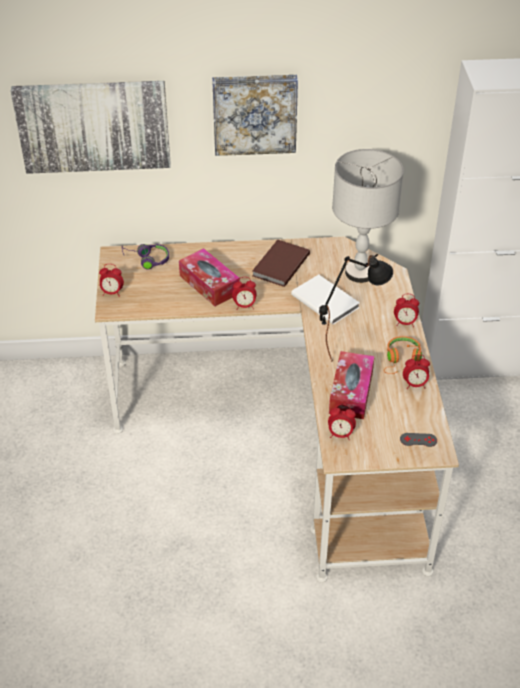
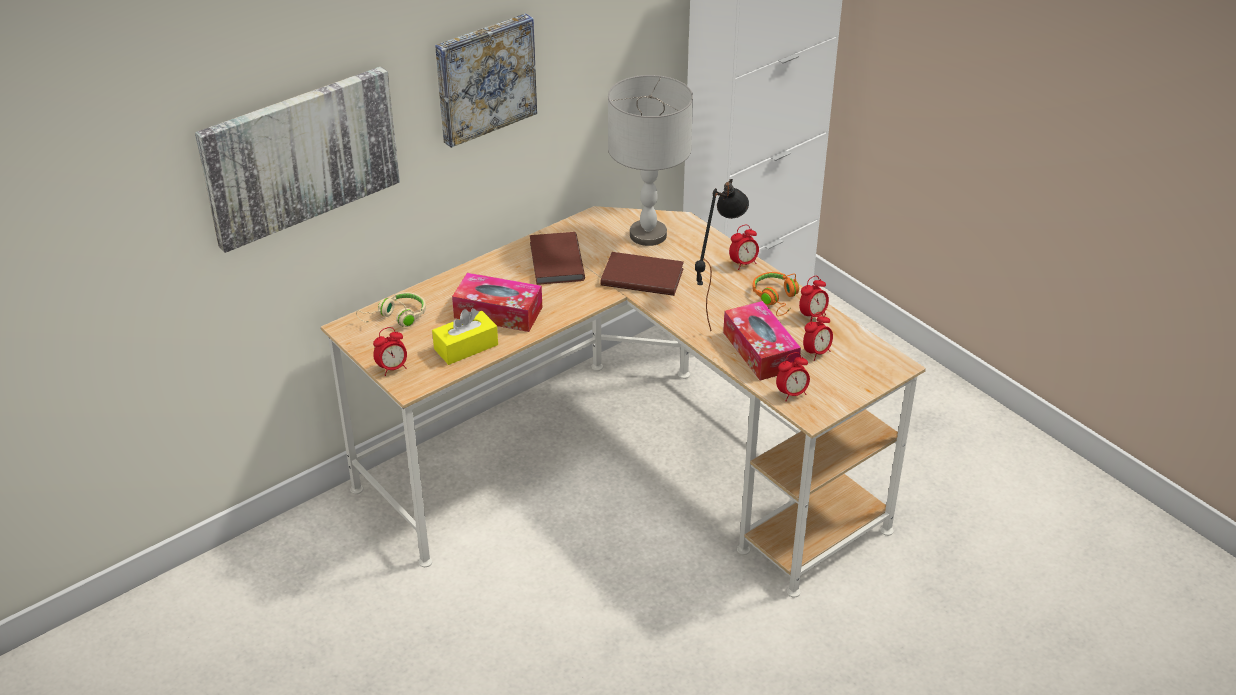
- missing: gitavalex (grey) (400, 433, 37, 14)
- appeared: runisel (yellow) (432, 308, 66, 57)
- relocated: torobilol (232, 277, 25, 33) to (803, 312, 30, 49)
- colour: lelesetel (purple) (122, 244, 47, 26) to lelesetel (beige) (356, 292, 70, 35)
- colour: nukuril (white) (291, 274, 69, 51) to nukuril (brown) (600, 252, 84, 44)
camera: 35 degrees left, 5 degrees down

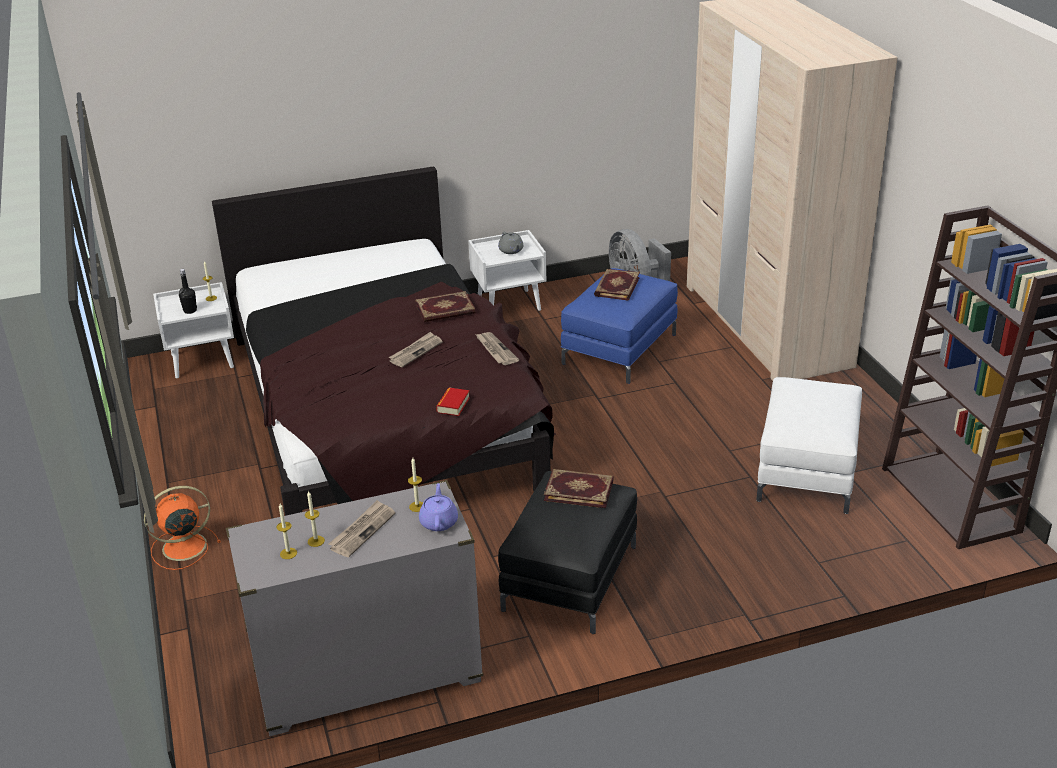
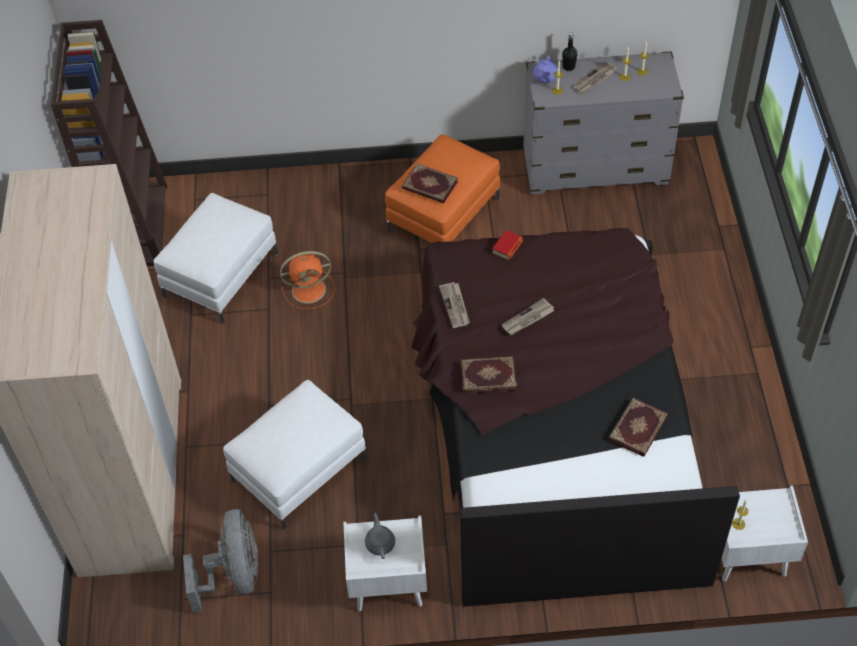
- relocated: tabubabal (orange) (144, 486, 77, 84) to (280, 251, 55, 58)
- relocated: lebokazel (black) (179, 269, 18, 45) to (562, 32, 15, 39)
- relocated: nukuril (594, 269, 46, 32) to (609, 397, 59, 60)
- colour: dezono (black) (498, 471, 139, 163) to dezono (orange) (385, 134, 115, 108)
- colour: dezono (blue) (561, 268, 117, 116) to dezono (white) (223, 380, 143, 150)
camera: 165 degrees left, 20 degrees up

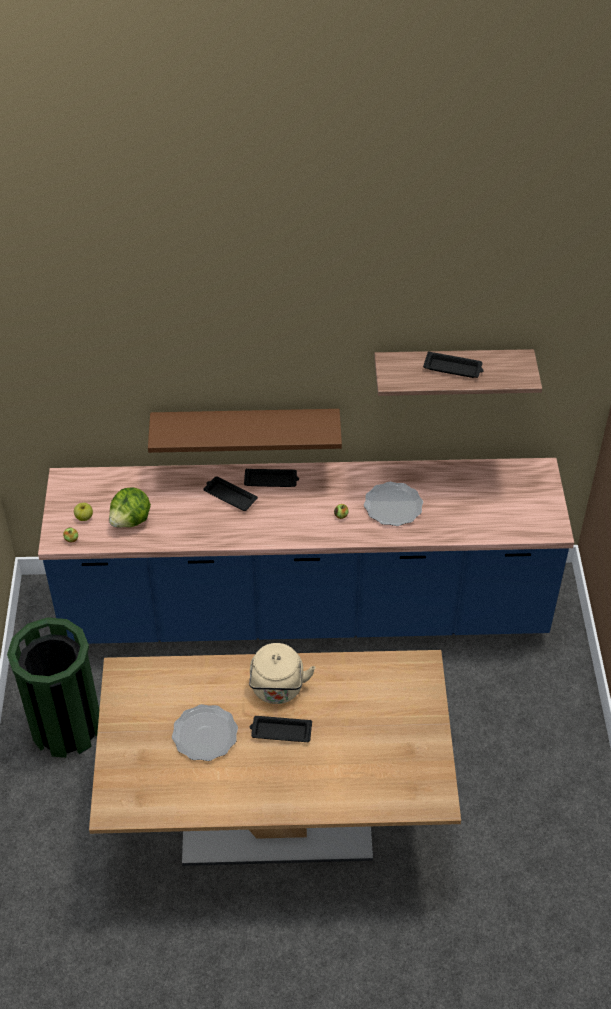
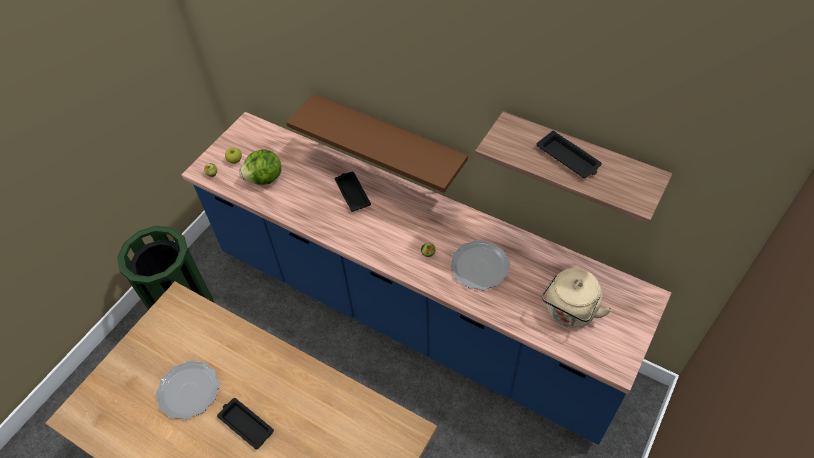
- missing: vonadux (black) (244, 468, 55, 19)
- relocated: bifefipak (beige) (249, 643, 66, 61) to (542, 268, 70, 60)
camera: 35 degrees right, 5 degrees up

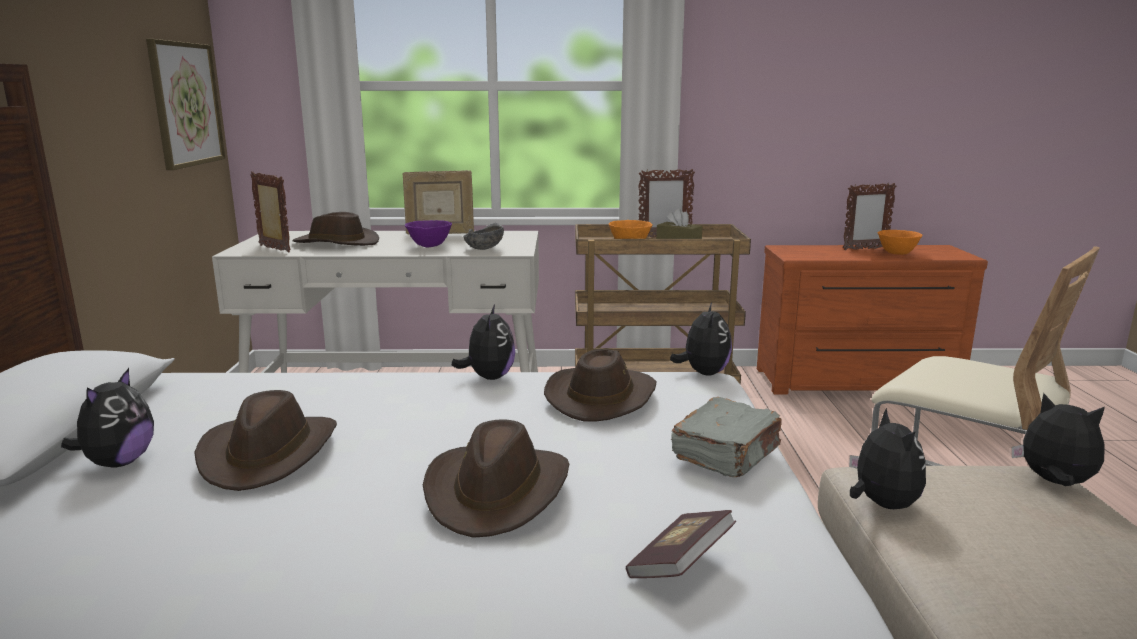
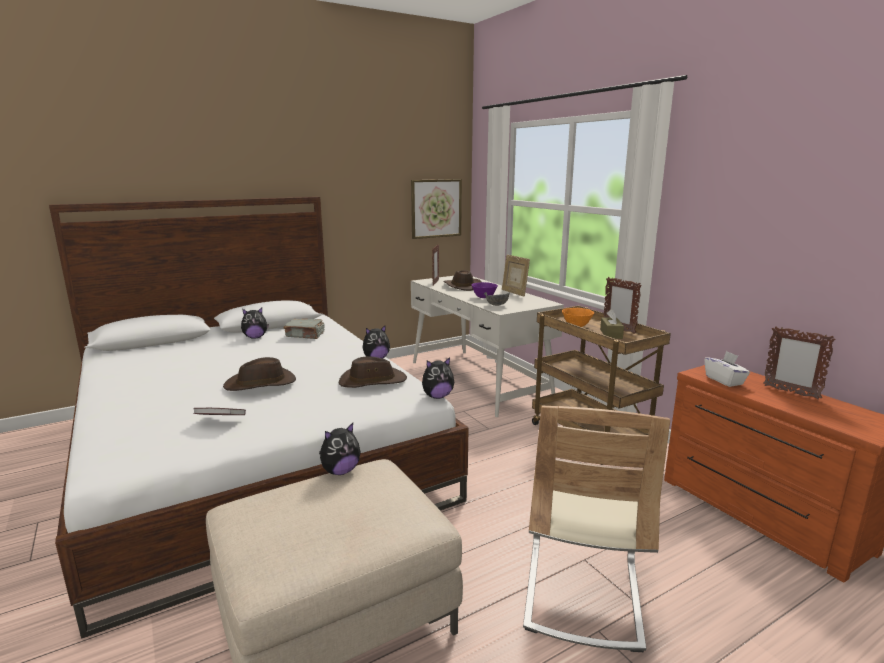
- missing: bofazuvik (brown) (194, 390, 143, 101)
- missing: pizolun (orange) (878, 230, 44, 25)
- missing: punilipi (1012, 393, 93, 93)
- appeared: runisel (white) (705, 351, 45, 36)
- relocated: nukuril (grey) (671, 397, 110, 80) to (283, 319, 42, 20)
camera: 60 degrees right, 0 degrees up

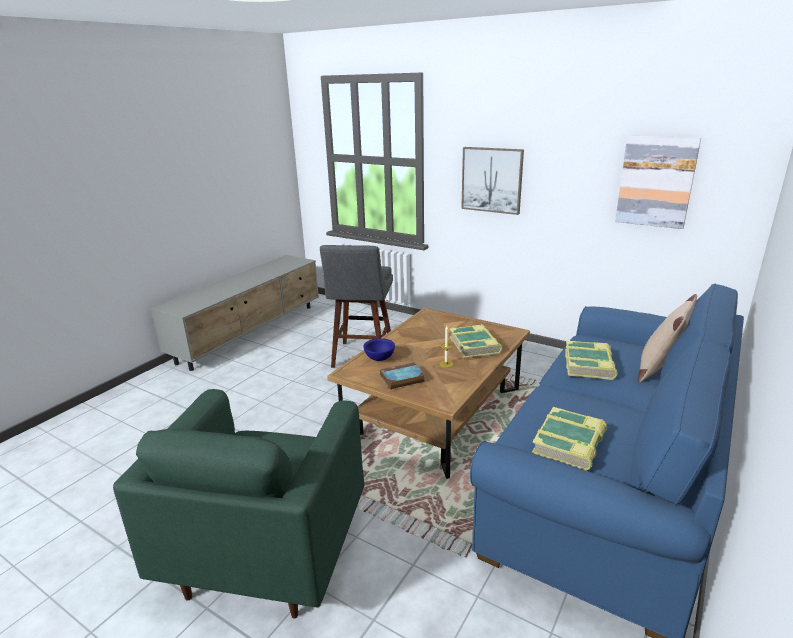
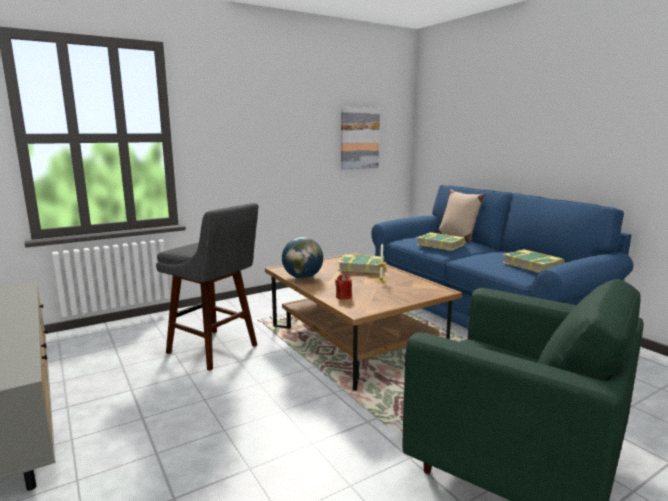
- missing: nukuril (380, 362, 45, 28)
- missing: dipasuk (461, 147, 63, 68)
- appeared: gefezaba (282, 237, 41, 42)
- exchanged: pizolun (blue) (363, 338, 32, 23) to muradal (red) (335, 275, 17, 25)
camera: 65 degrees left, 10 degrees down

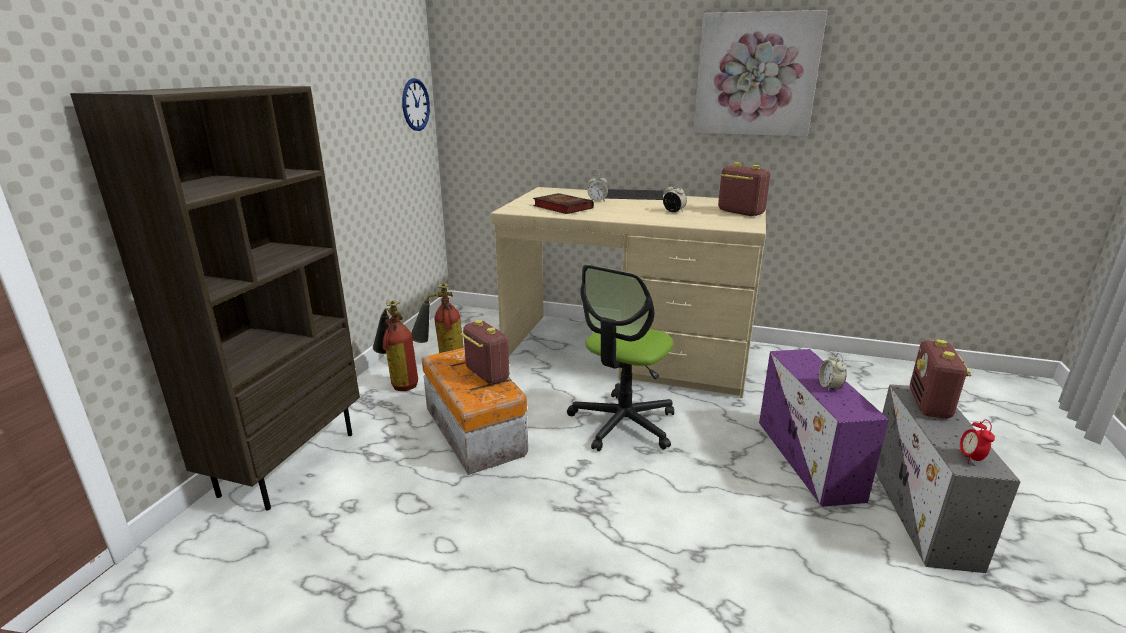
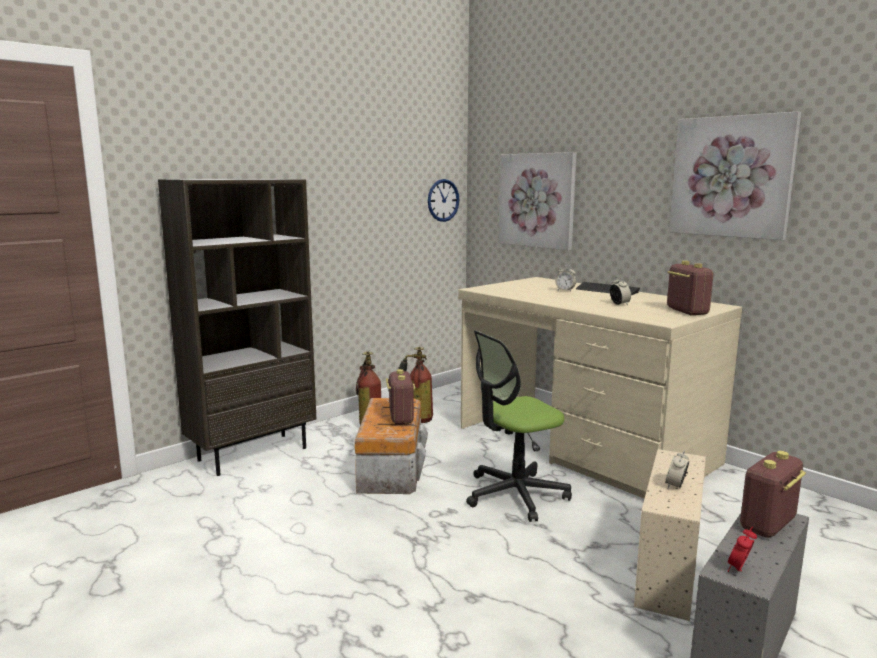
- missing: nukuril (533, 193, 61, 21)
- appeared: dipasuk (498, 152, 78, 98)
- colour: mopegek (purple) (759, 349, 130, 158) to mopegek (beige) (634, 449, 72, 172)
camera: 30 degrees right, 10 degrees down

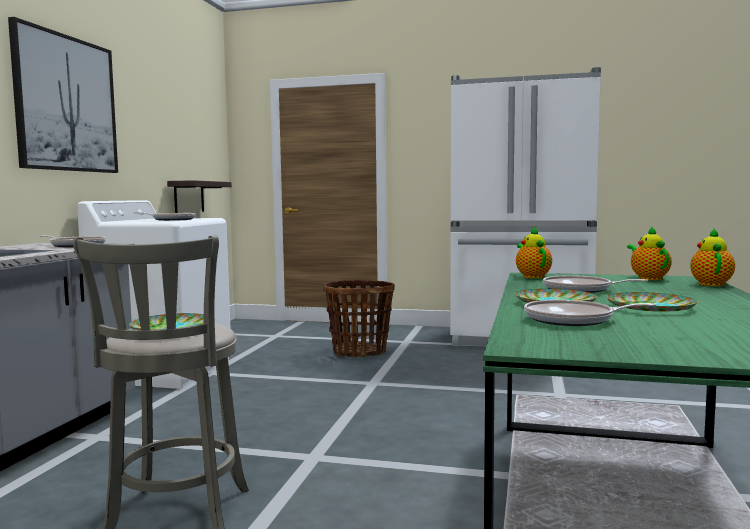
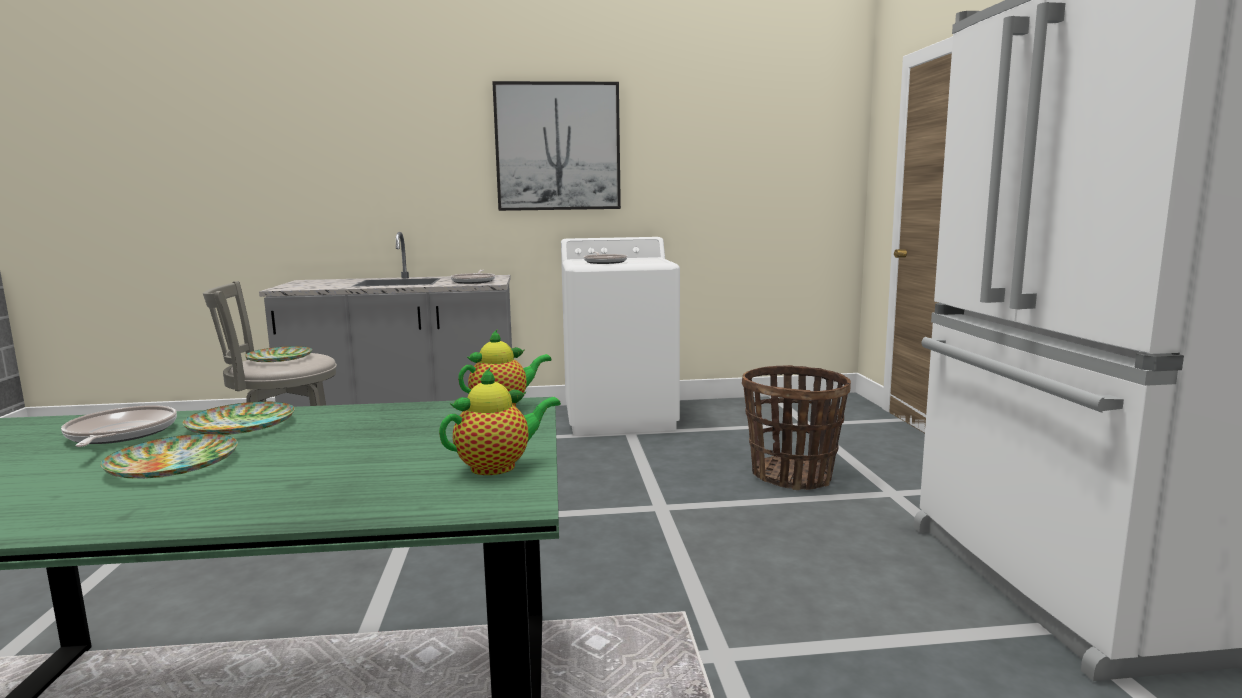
- missing: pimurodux (167, 180, 65, 33)
- missing: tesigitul (543, 275, 105, 18)
- missing: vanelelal (690, 228, 45, 58)
camera: 70 degrees right, 5 degrees up

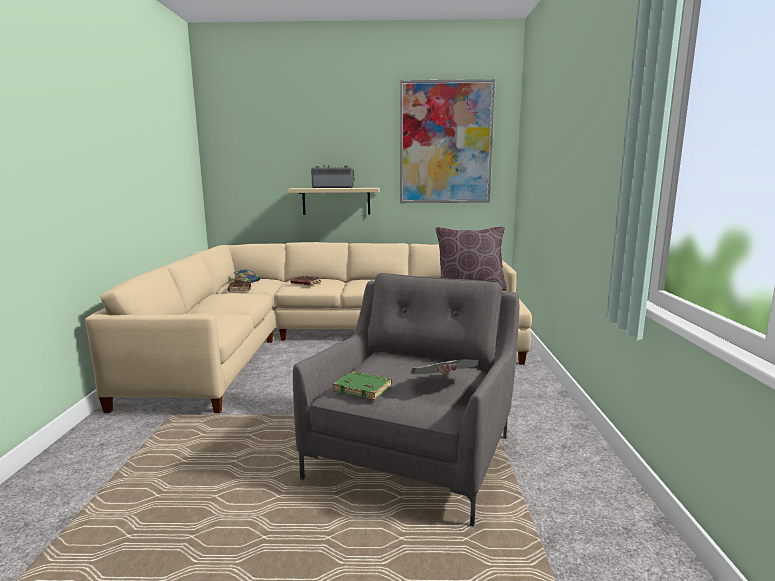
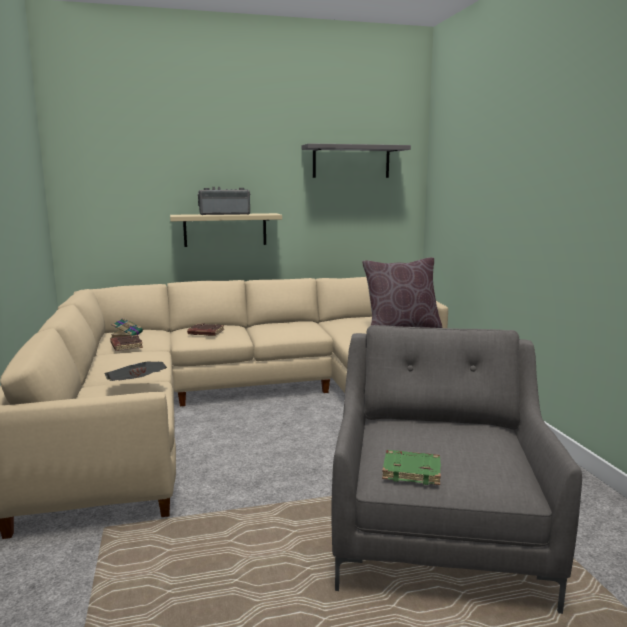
- relocated: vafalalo (410, 359, 69, 16) to (104, 361, 63, 20)
- exchanged: dipasuk (400, 79, 95, 124) to pimurodux (grey) (301, 143, 110, 35)
camera: 15 degrees left, 0 degrees up

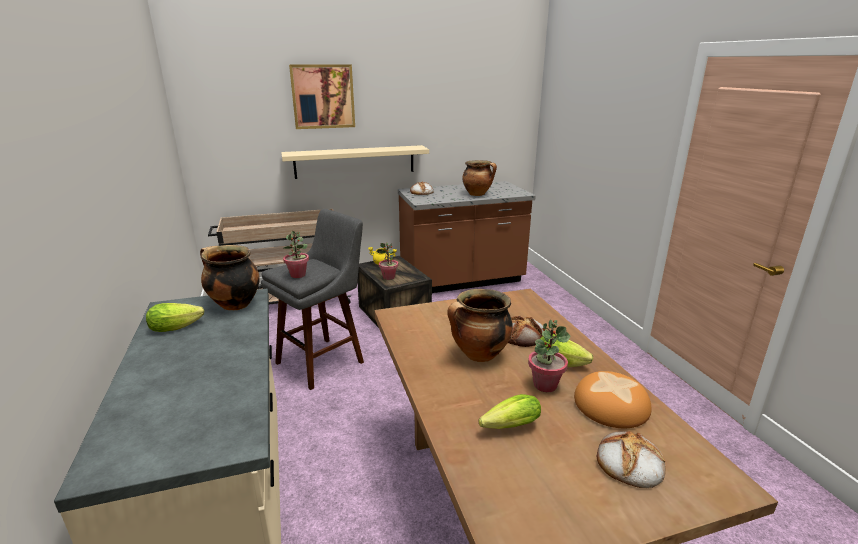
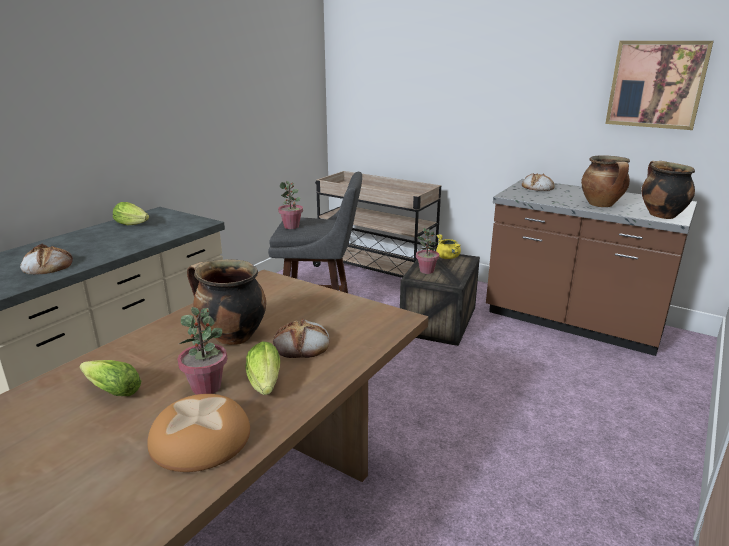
- missing: pimurodux (beige) (281, 145, 148, 34)
- relocated: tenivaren (200, 245, 60, 65) to (641, 161, 54, 58)
- relocated: dipasuk (289, 64, 66, 65) to (605, 41, 109, 89)
- relocated: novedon (597, 431, 69, 57) to (20, 244, 53, 30)
camera: 50 degrees right, 0 degrees up

